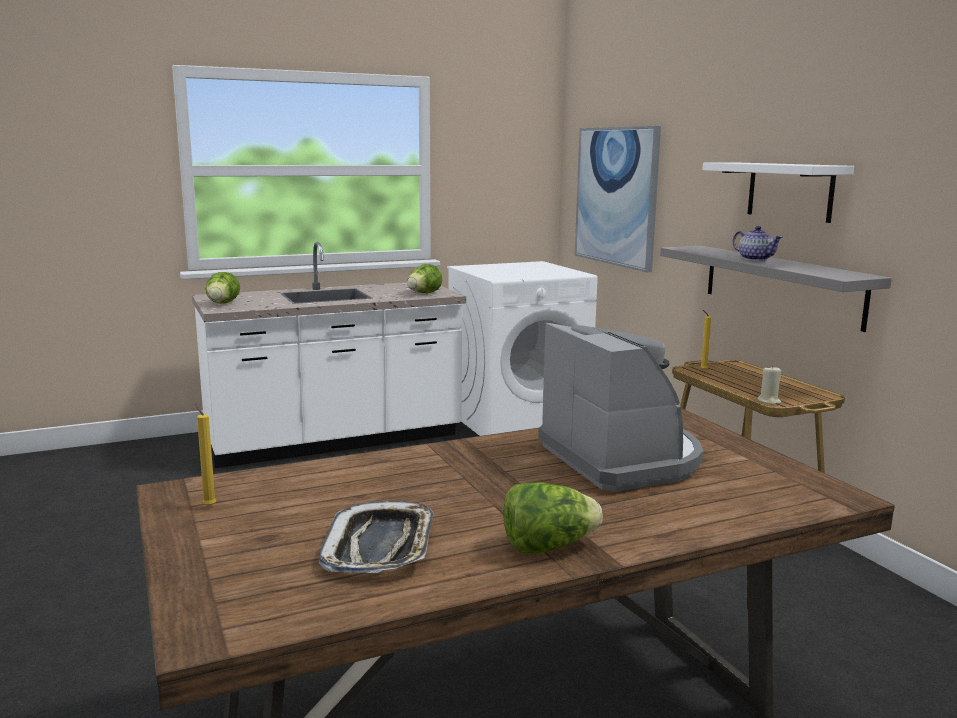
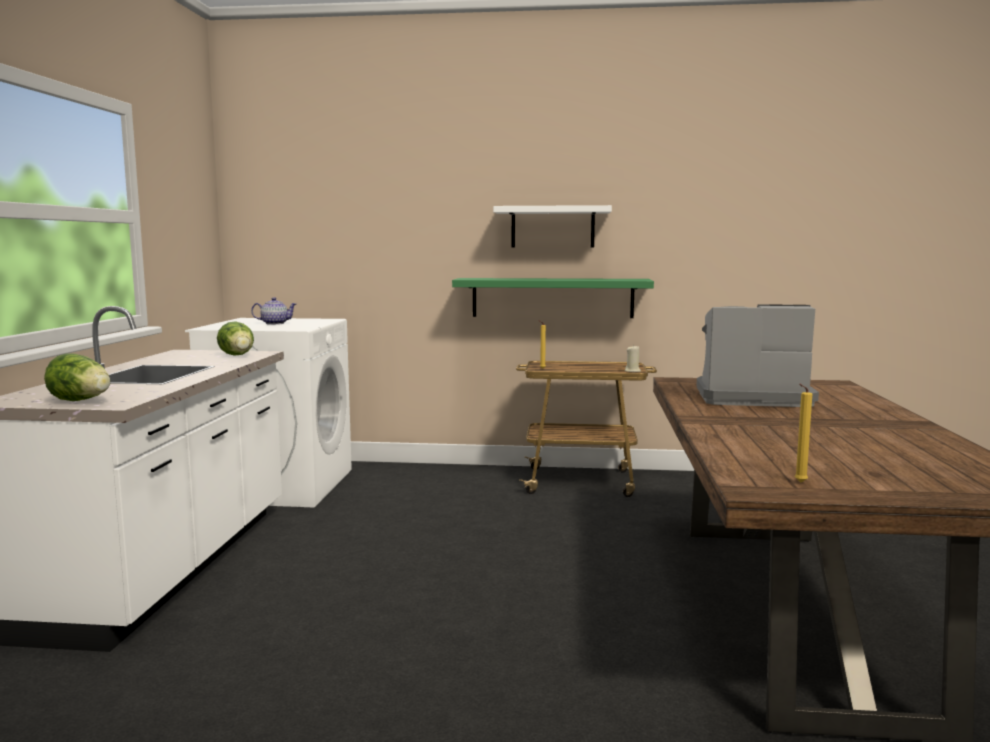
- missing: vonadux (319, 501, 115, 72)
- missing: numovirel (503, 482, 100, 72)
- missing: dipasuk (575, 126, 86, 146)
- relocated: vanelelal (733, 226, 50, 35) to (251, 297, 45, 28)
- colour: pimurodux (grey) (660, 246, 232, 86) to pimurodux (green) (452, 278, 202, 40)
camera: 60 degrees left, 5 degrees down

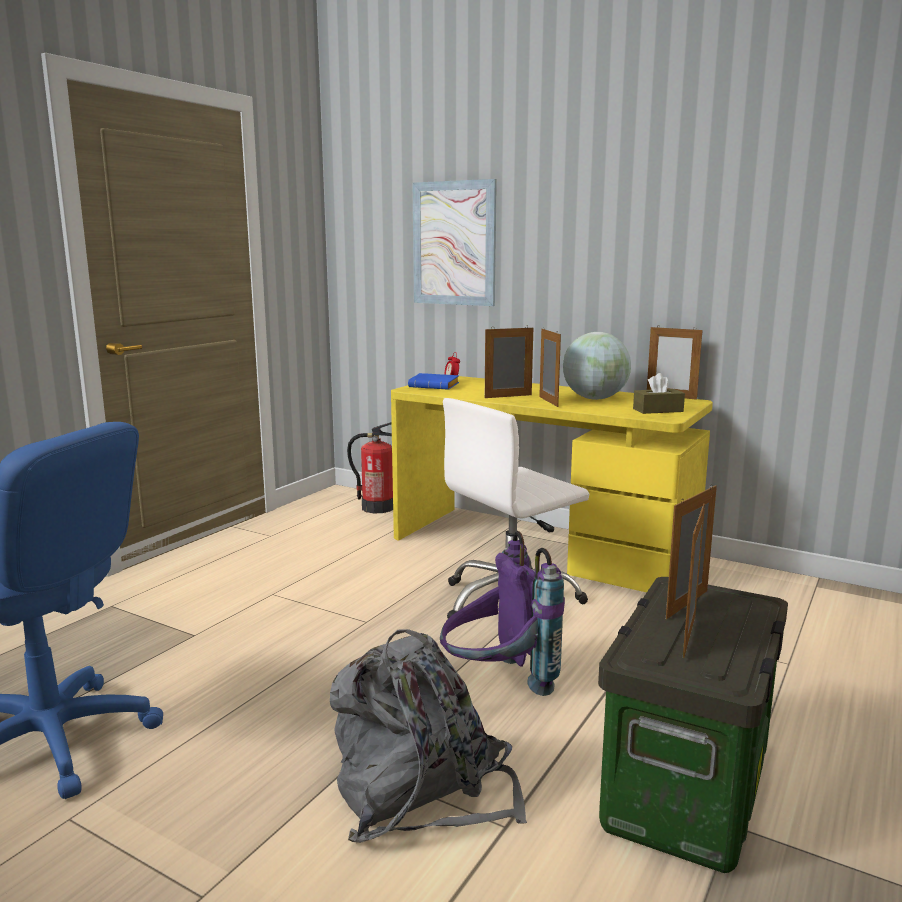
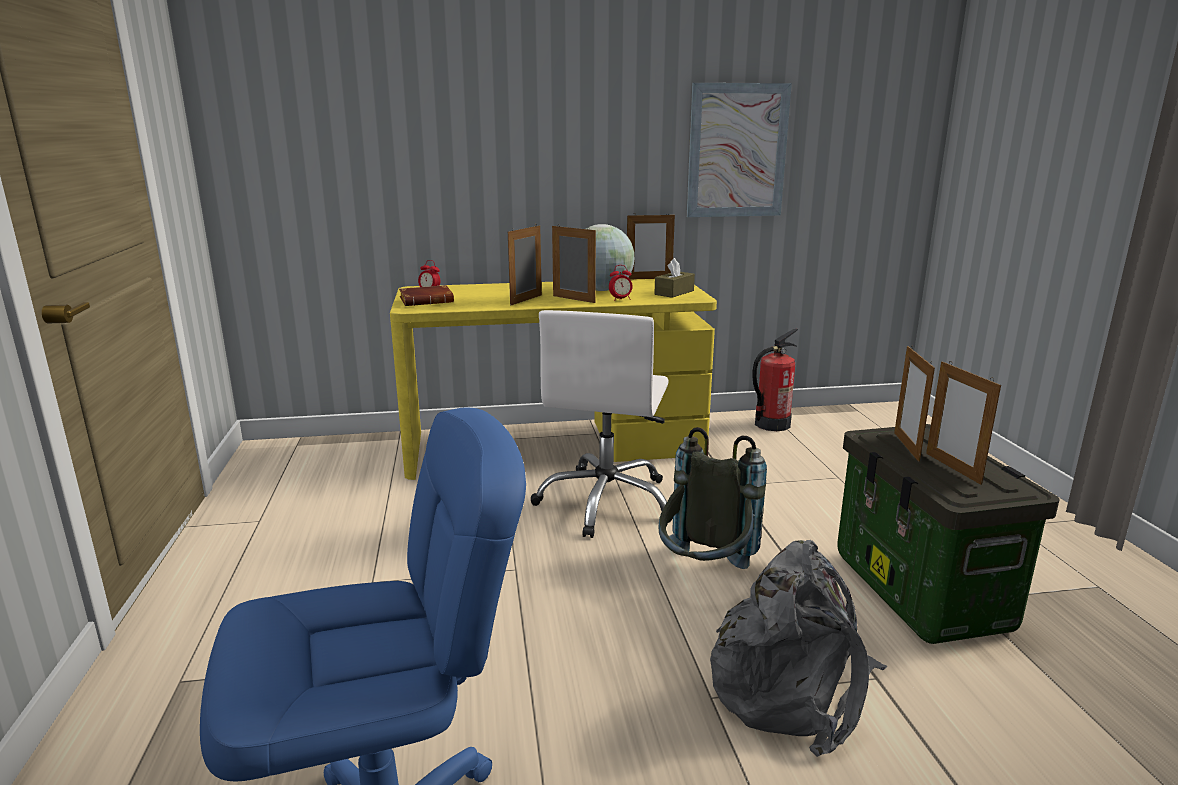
- appeared: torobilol (609, 265, 24, 36)
- relocated: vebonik (347, 422, 46, 91) to (752, 329, 46, 102)
- relocated: dipasuk (413, 179, 84, 127) to (687, 83, 105, 134)
- colour: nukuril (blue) (408, 373, 51, 17) to nukuril (brown) (399, 285, 55, 21)
- colour: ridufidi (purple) (440, 531, 125, 165) to ridufidi (grey) (659, 427, 108, 142)
camera: 40 degrees left, 5 degrees up

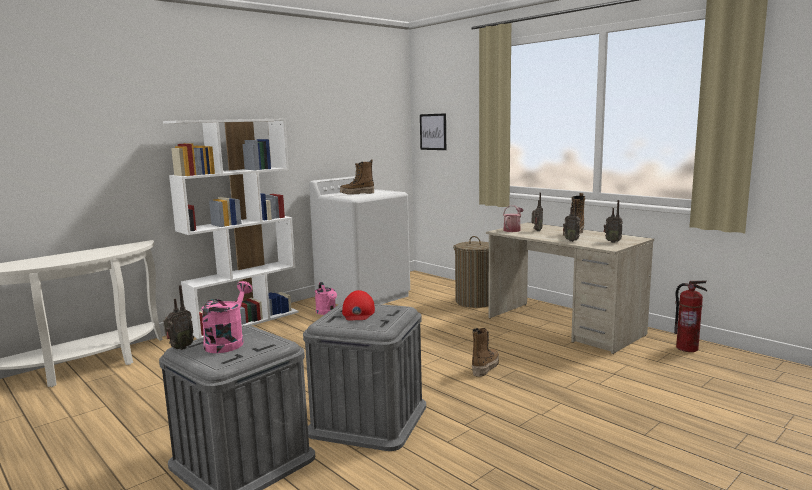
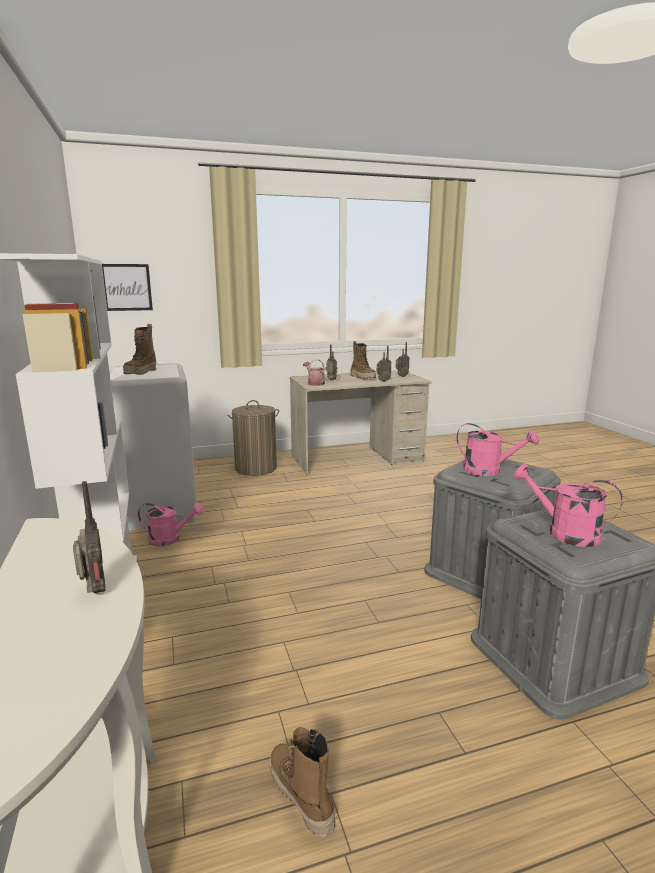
- missing: vebonik (674, 280, 33, 72)
- relocated: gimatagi (163, 285, 31, 65) to (73, 481, 32, 113)
- relocated: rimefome (472, 328, 27, 49) to (270, 727, 65, 111)
- exchanged: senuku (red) (342, 290, 33, 30) to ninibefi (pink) (456, 423, 83, 53)
camera: 65 degrees left, 5 degrees up

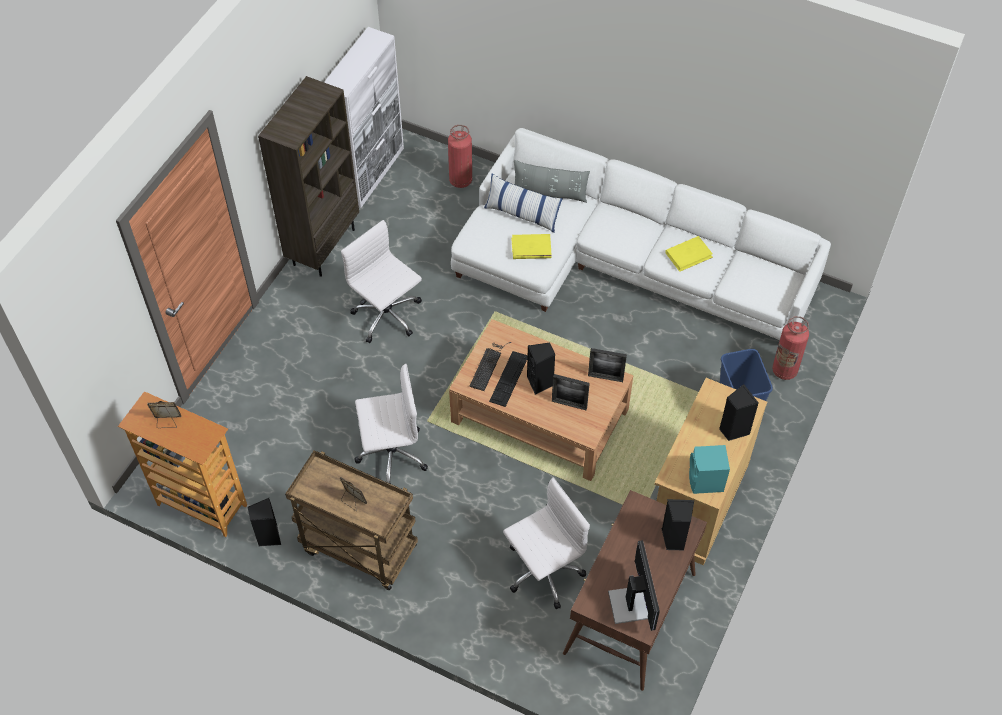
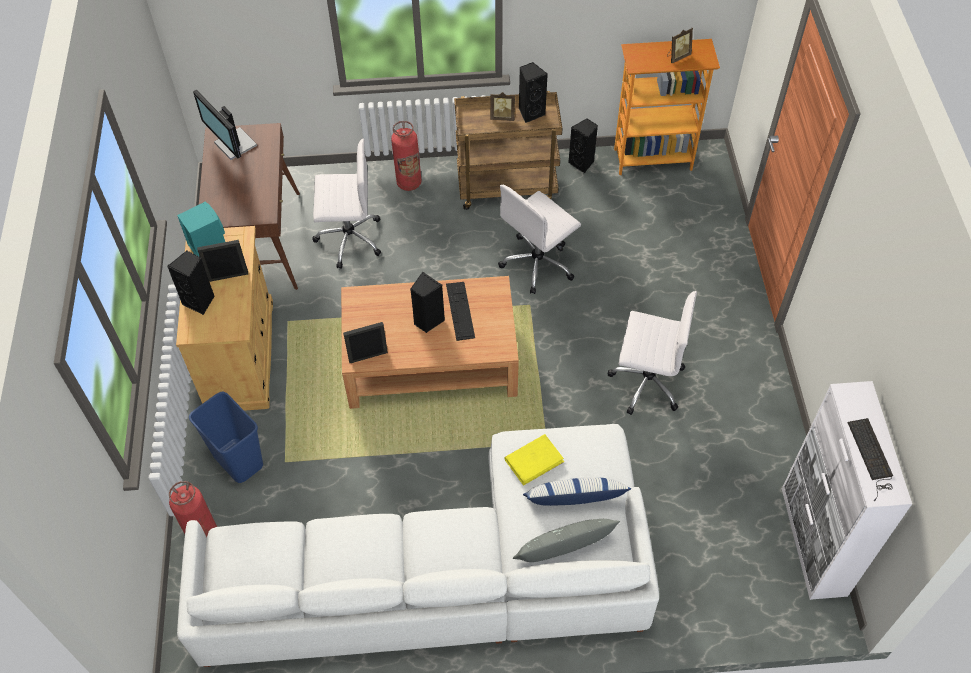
- missing: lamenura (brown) (258, 76, 101, 201)
- missing: nukuril (yellow) (665, 236, 48, 36)
- relocated: vebonik (448, 125, 24, 63) to (391, 121, 31, 70)
- relocated: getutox (470, 342, 41, 49) to (847, 418, 46, 83)
- relocated: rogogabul (552, 374, 38, 36) to (197, 240, 51, 42)
- relocated: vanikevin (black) (661, 499, 33, 51) to (519, 62, 29, 61)
- spun: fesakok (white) (503, 478, 87, 131) = (312, 138, 69, 131) 120 degrees counterclockwise
camera: 150 degrees right, 0 degrees up

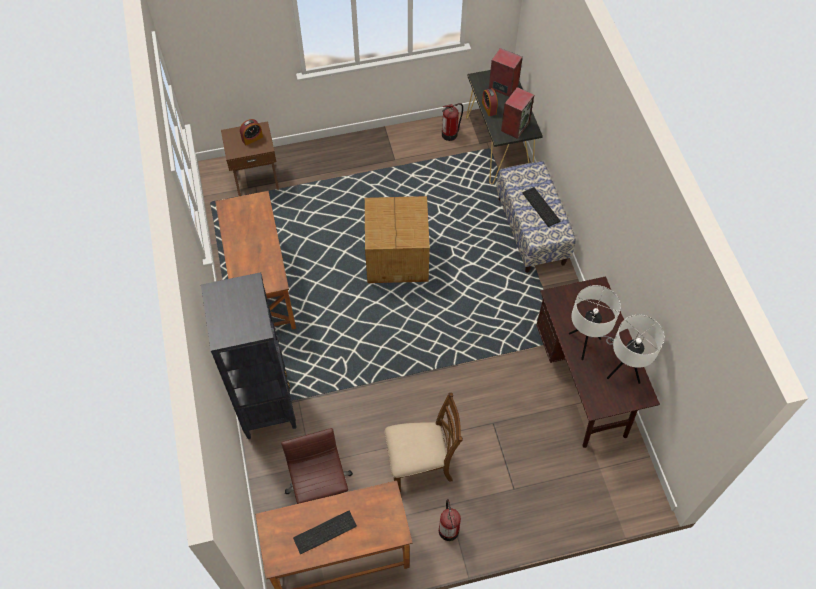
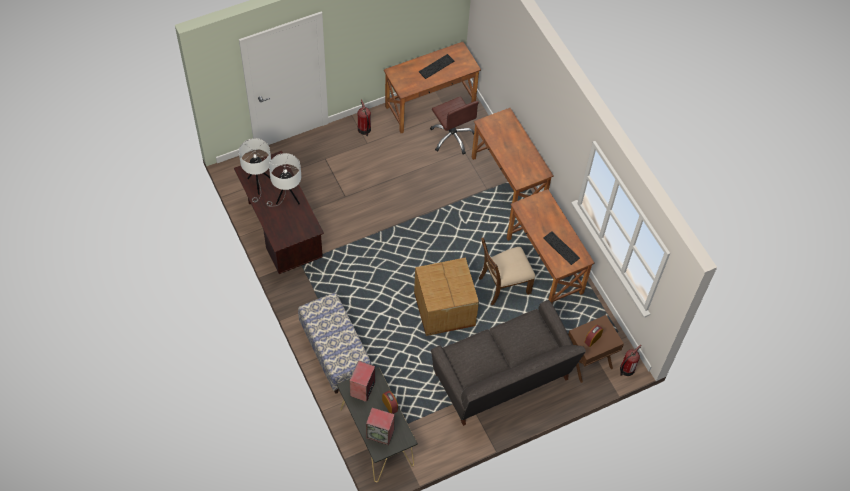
- appeared: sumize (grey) (431, 300, 155, 126)
- relocated: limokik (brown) (385, 393, 78, 99) to (479, 238, 56, 67)
- relocated: vebonik (442, 103, 21, 38) to (620, 344, 21, 32)
- relocated: getutox (522, 187, 39, 40) to (543, 231, 37, 34)
- exchanged: lamenura (black) (201, 272, 95, 167) to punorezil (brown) (471, 108, 83, 113)
camera: 165 degrees right, 0 degrees up

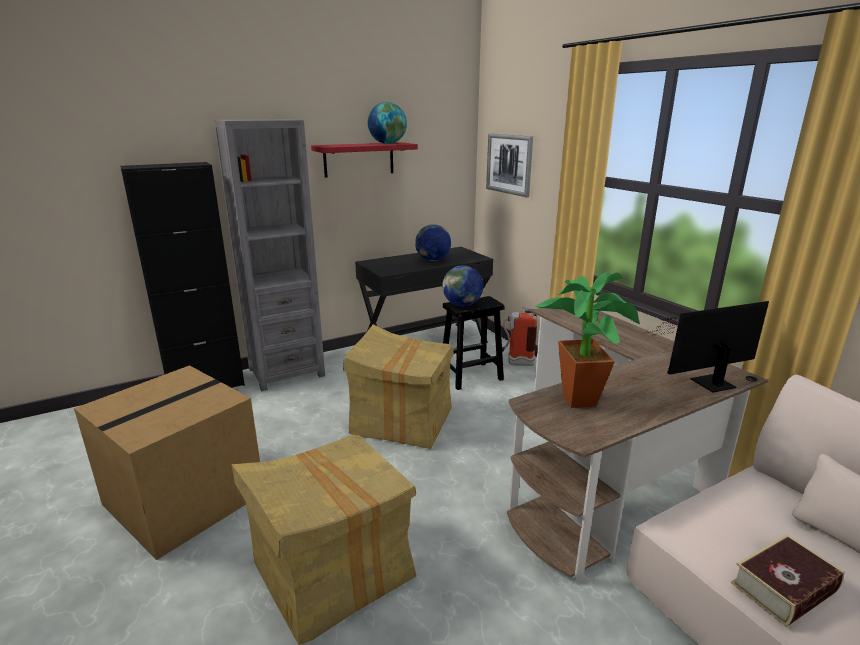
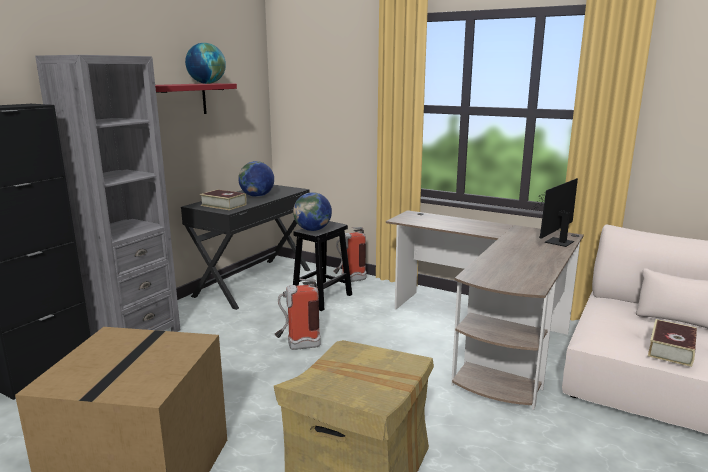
- missing: dipasuk (486, 134, 47, 63)
- missing: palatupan (535, 272, 105, 136)
- appeared: nukuril (200, 189, 47, 21)
- exchanged: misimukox (343, 325, 111, 124) to vebonik (275, 279, 46, 71)
camera: 30 degrees left, 5 degrees down

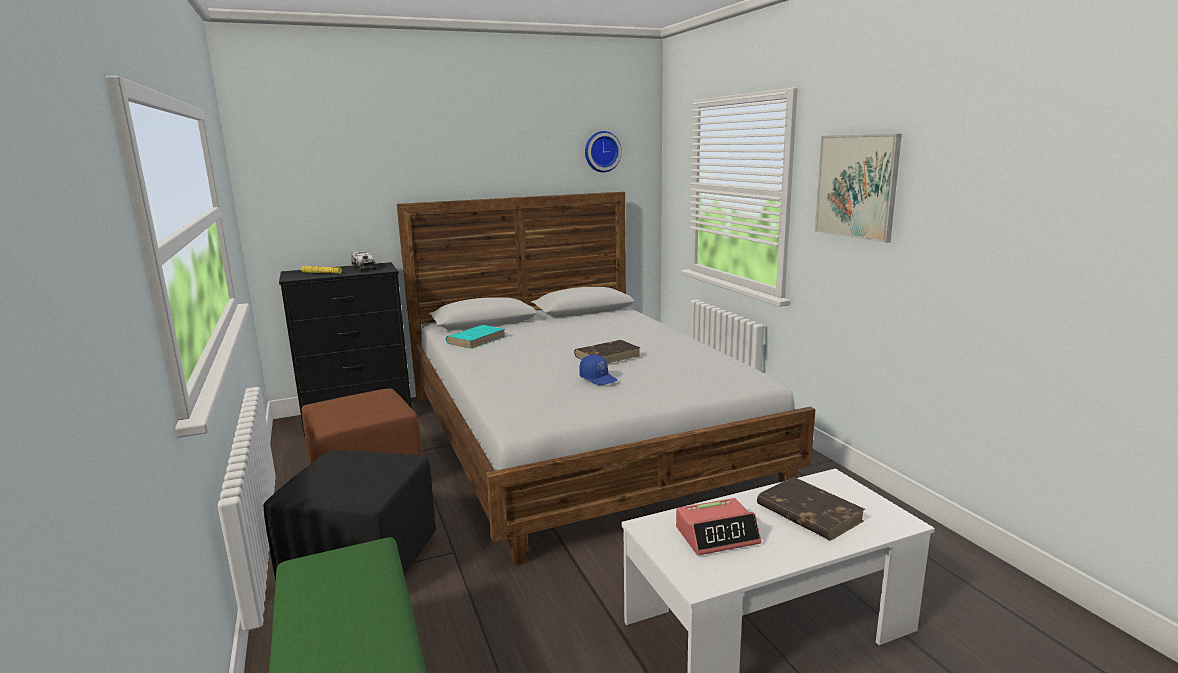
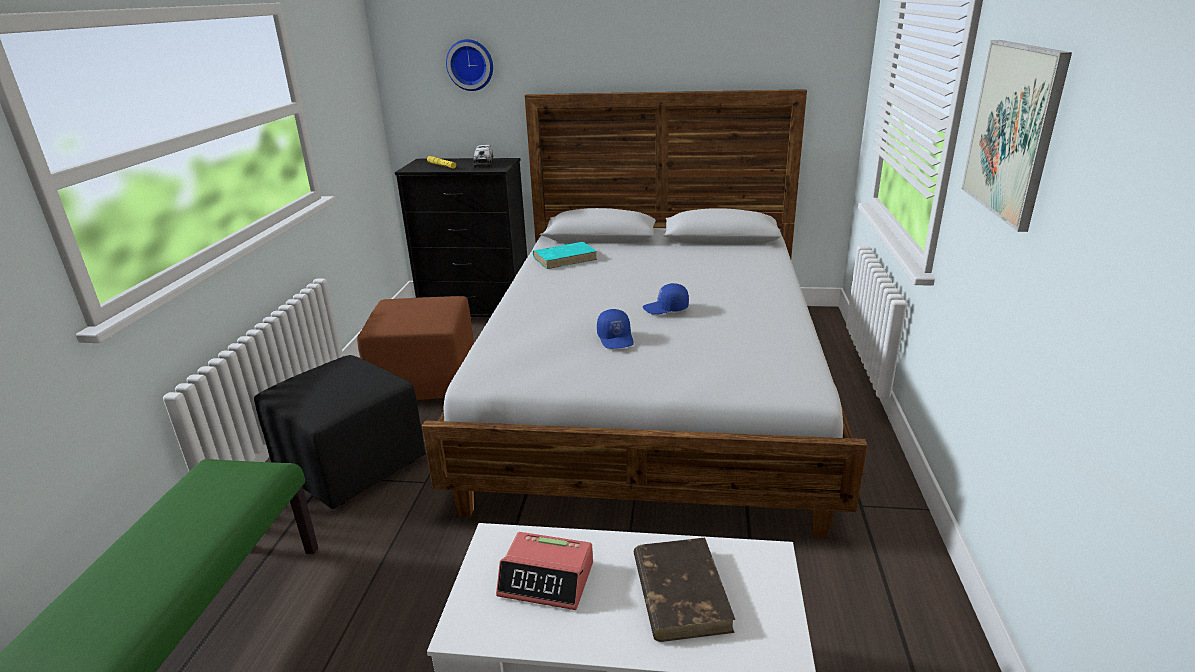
- relocated: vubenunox (585, 131, 37, 41) to (446, 39, 47, 52)
- exchanged: nukuril (brown) (574, 340, 67, 23) to senuku (blue) (643, 283, 46, 32)
camera: 30 degrees right, 10 degrees up

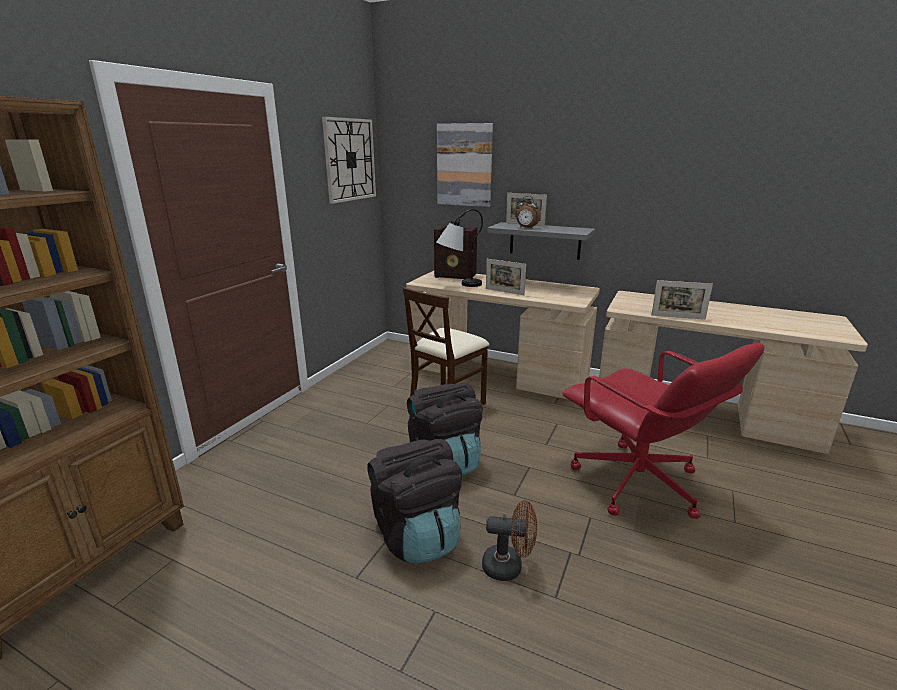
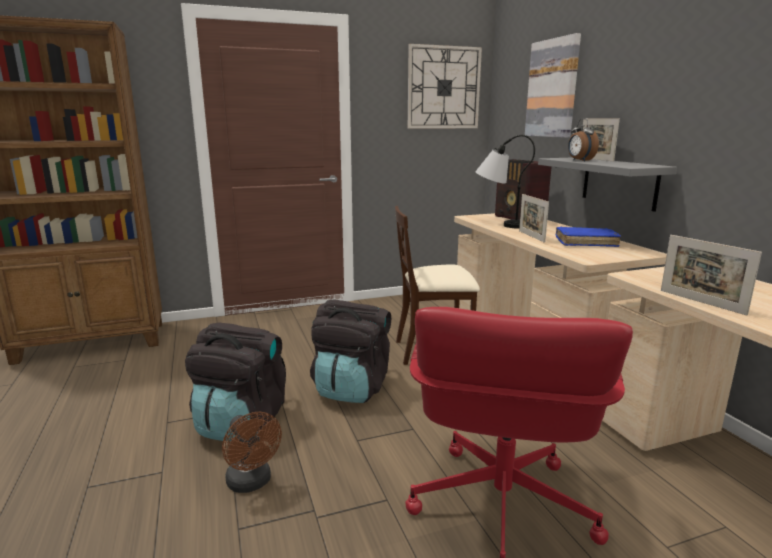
- appeared: nukuril (blue) (556, 227, 65, 20)
camera: 45 degrees right, 5 degrees down

